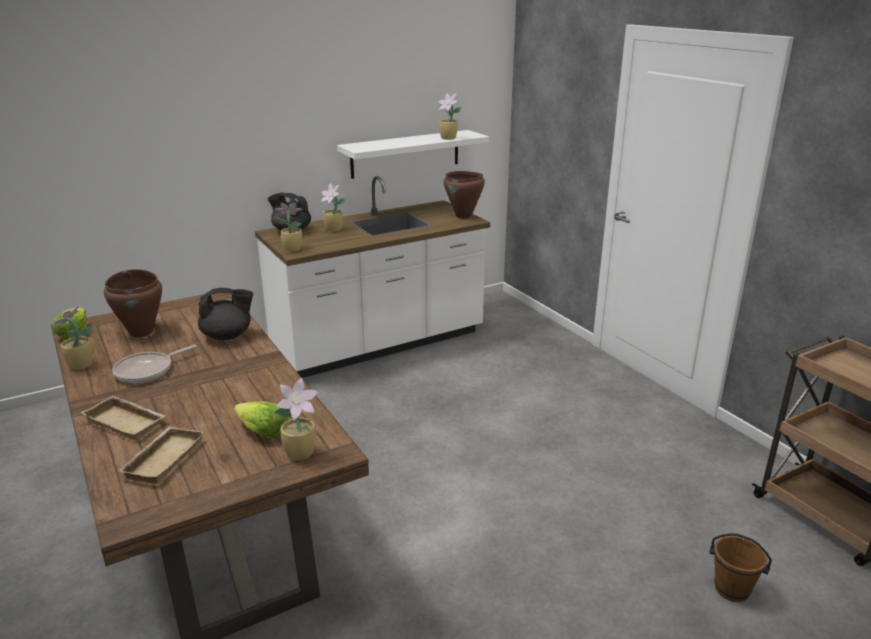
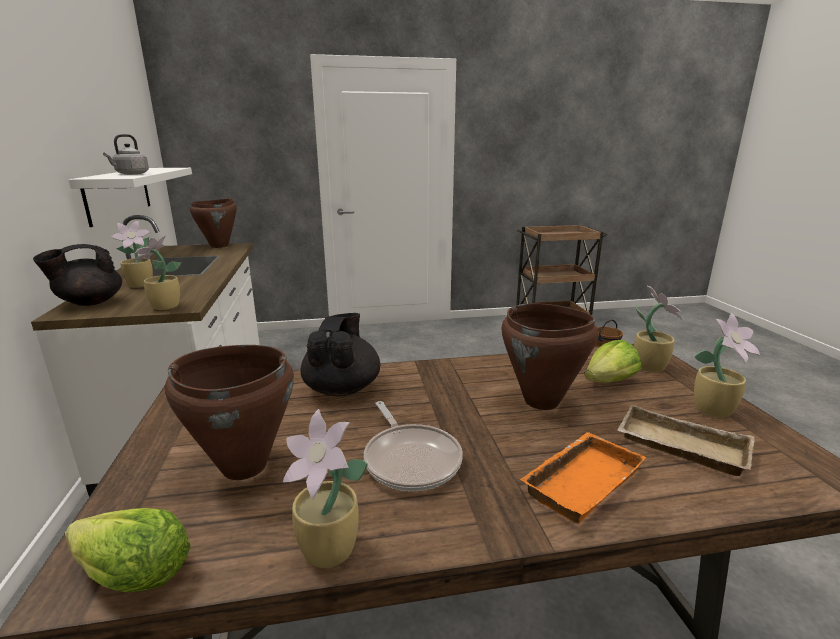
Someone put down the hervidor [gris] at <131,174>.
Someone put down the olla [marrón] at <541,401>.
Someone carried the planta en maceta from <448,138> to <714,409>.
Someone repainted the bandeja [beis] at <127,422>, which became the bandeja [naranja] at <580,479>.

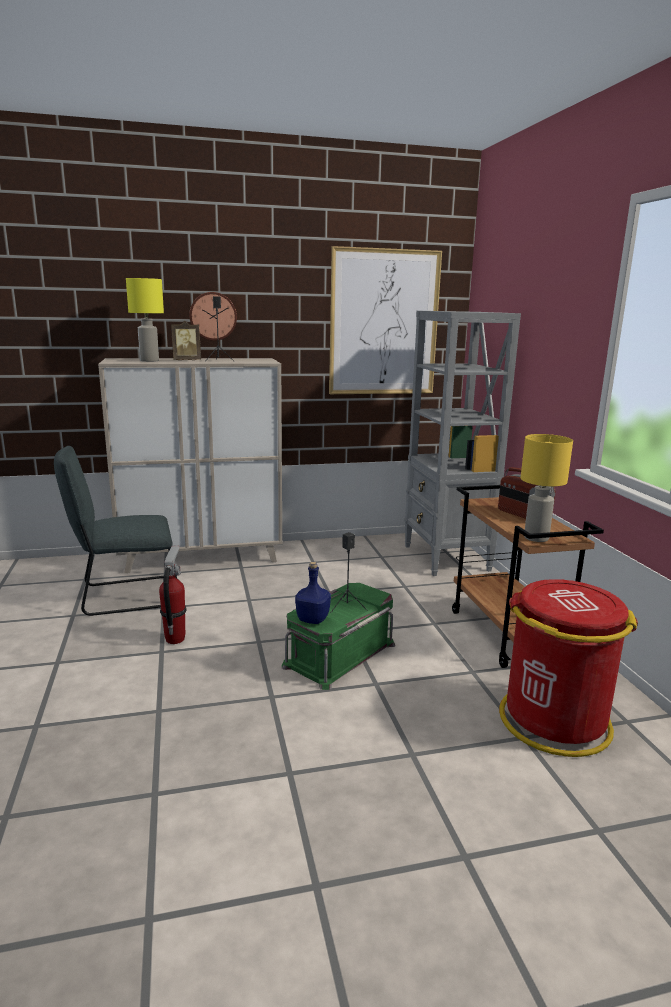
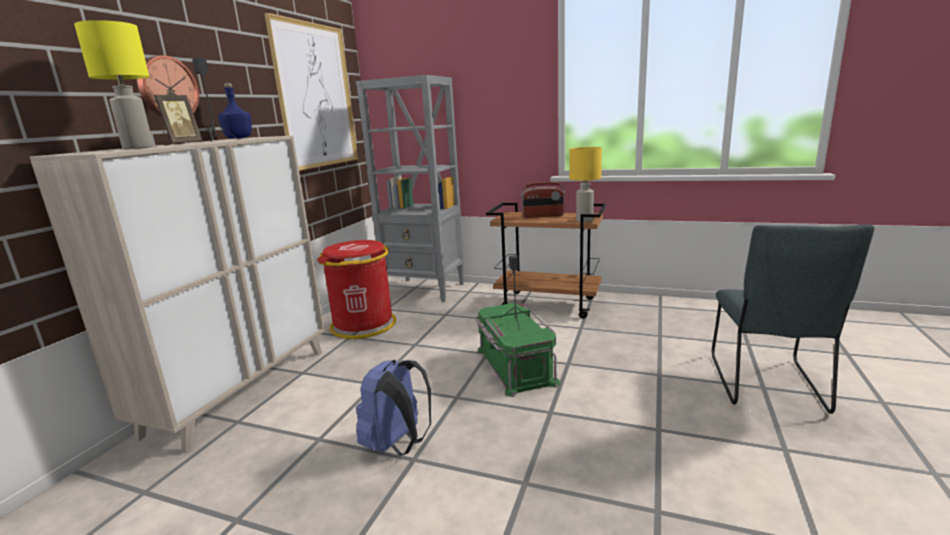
Someone carried the silla [gris] from <126,596> to <767,386>.
Someone carried the botella [azul] from <313,619> to <238,138>.
Someone carried the papelera [rojo] from <553,721> to <363,325>.
Someone swapped the extintor at <175,639> for the mochila [azul] at <398,444>.

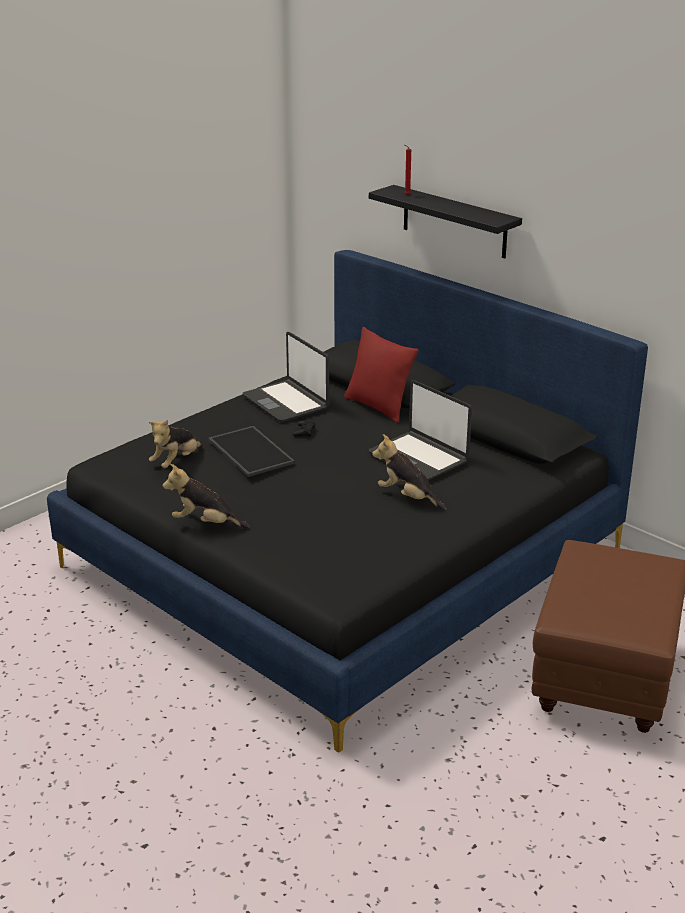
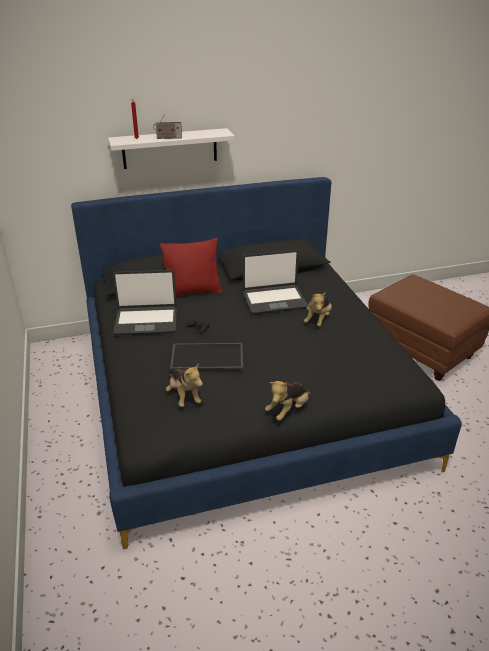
Someone put down the radio at <168,138>.
Someone repainted the estante [negro] at <454,222>, which became the estante [blanco] at <170,148>.
Someone rotated the peluche at <408,497> by 45 degrees counterclockwise.

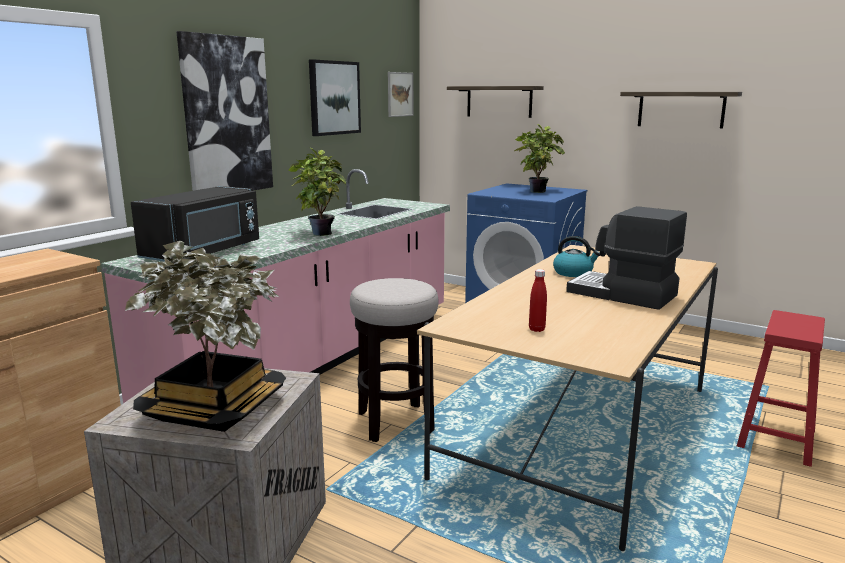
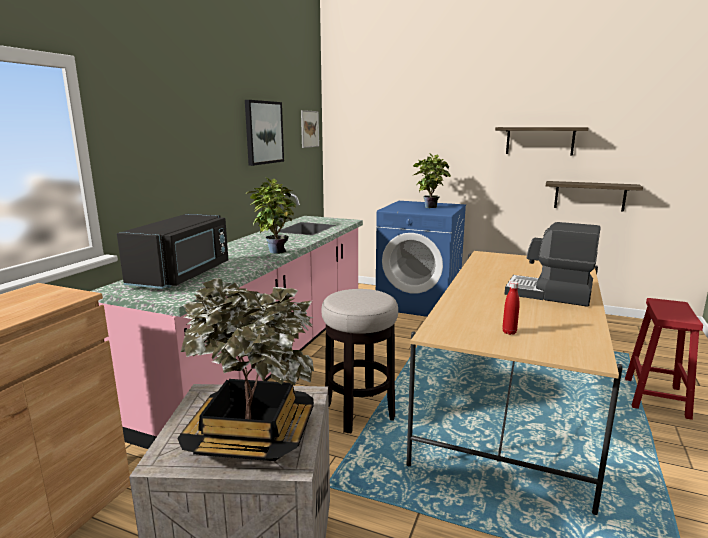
Someone took away the cuadro at <226,116>.
Someone took away the hervidor at <573,273>.
Someone carried the estante from <499,101> to <589,196>.

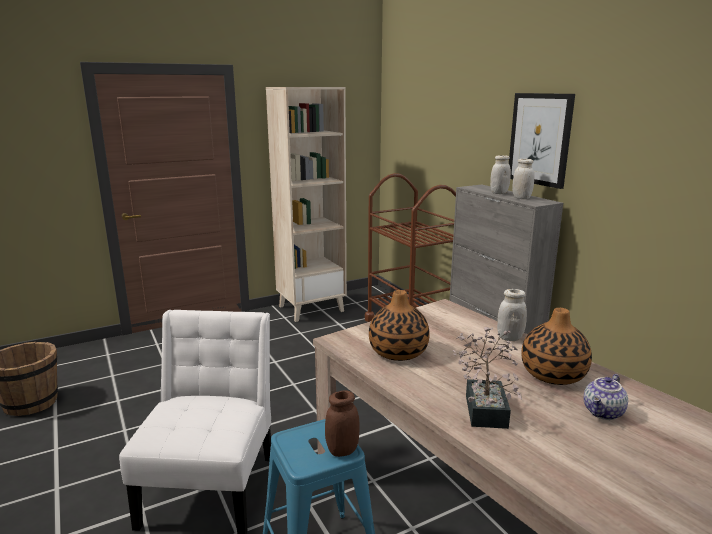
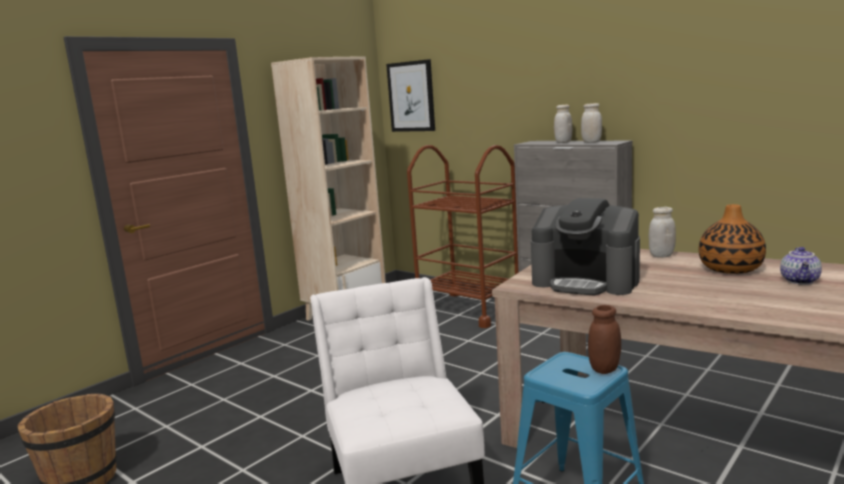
Someone took away the planta en maceta at <486,407>.
Someone carried the cuadro from <540,139> to <411,96>.
Someone swapped the florero at <398,352> for the cafetera at <586,281>.

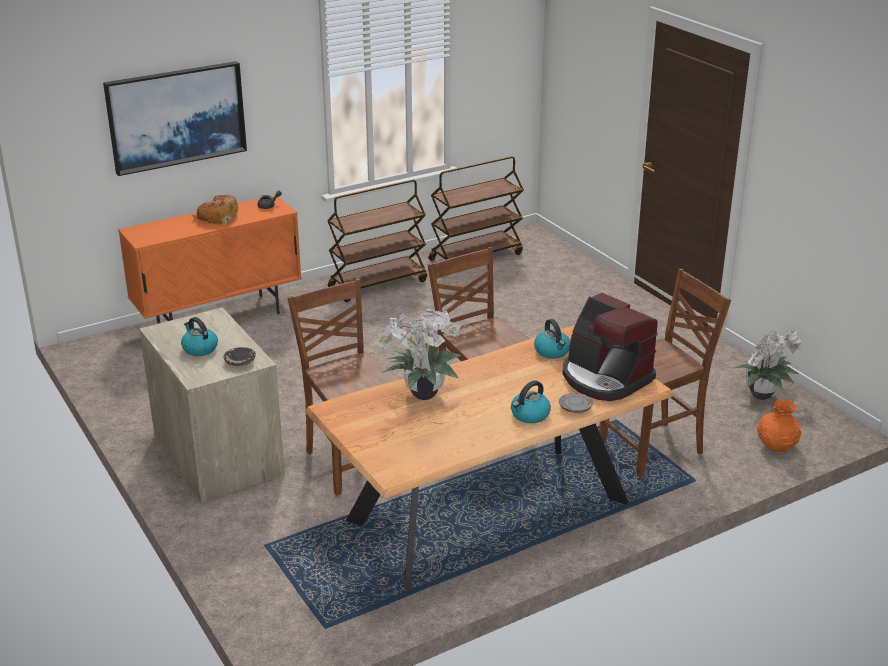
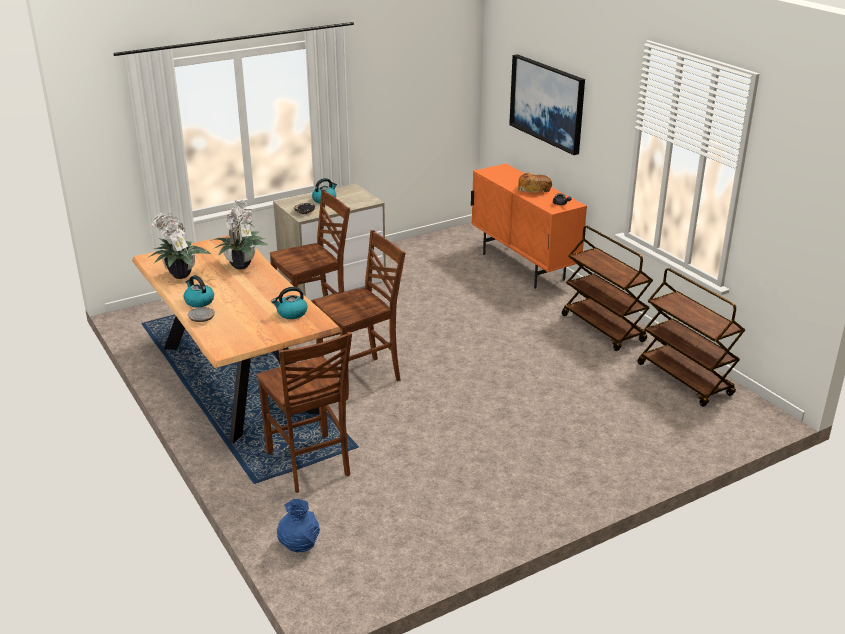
Someone took away the cafetera at <605,378>.
Someone carried the planta en maceta from <763,395> to <181,276>.
Someone repainted the florero [naranja] at <776,446>, which became the florero [azul] at <299,544>.

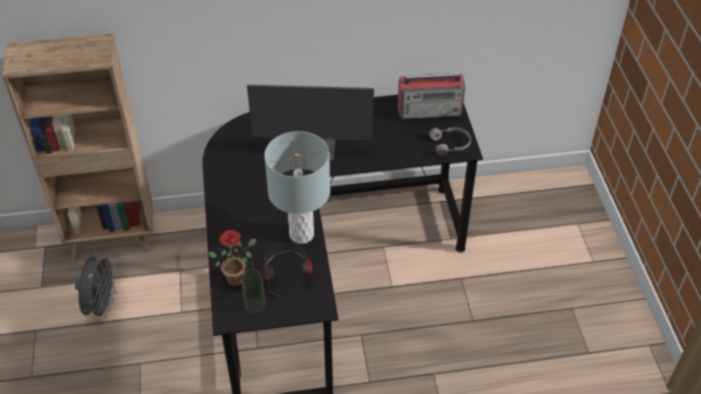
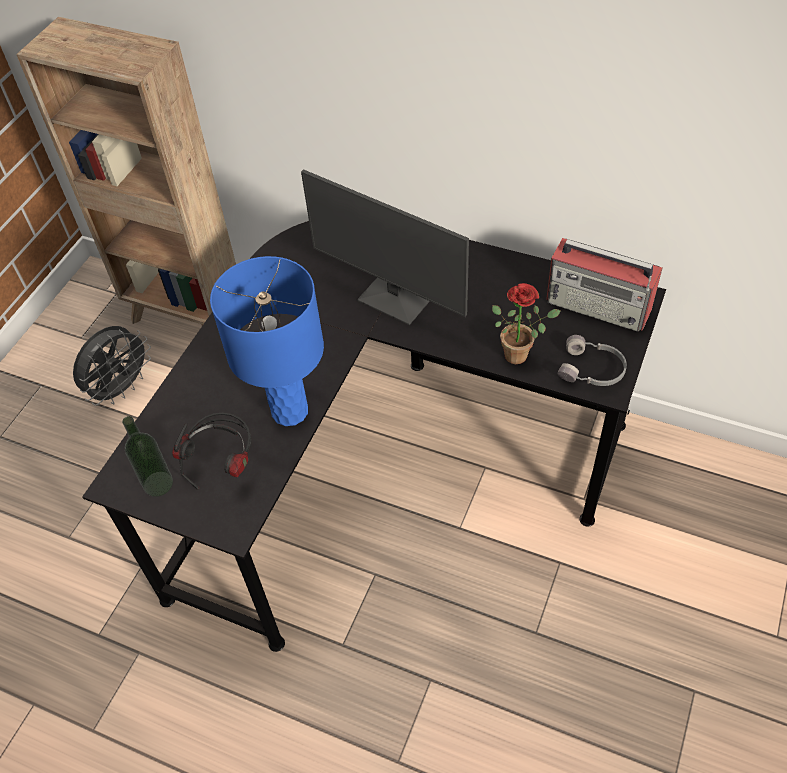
Someone carried the planta en maceta from <237,277> to <520,353>.
Someone repainted the lámpara de mesa [gris] at <301,234>, which became the lámpara de mesa [azul] at <289,411>.

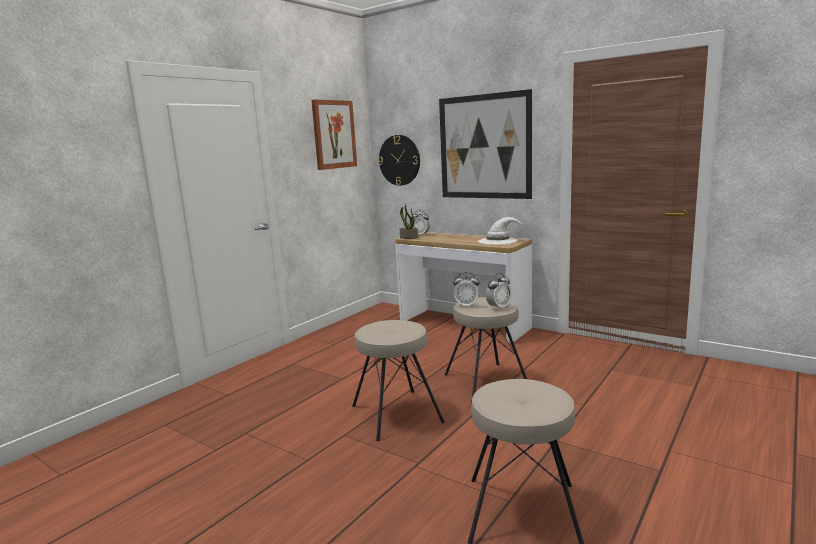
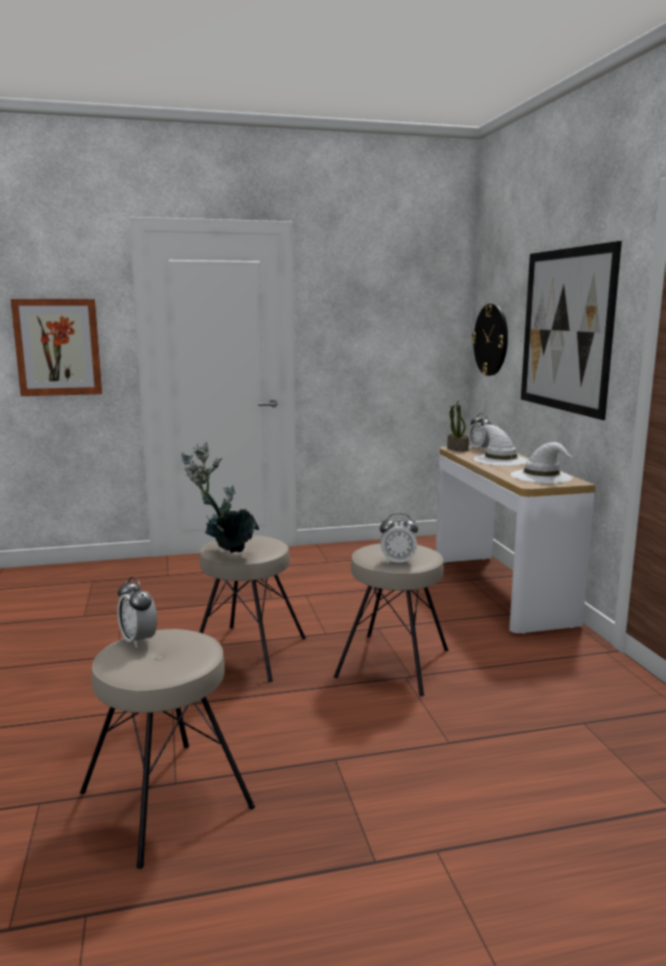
Someone put down the planta en maceta at <224,554>.
Someone put down the sombrero [blanco] at <499,460>.
Someone carried the cuadro from <334,134> to <58,347>.
Someone carried the despertador from <467,305> to <138,640>.

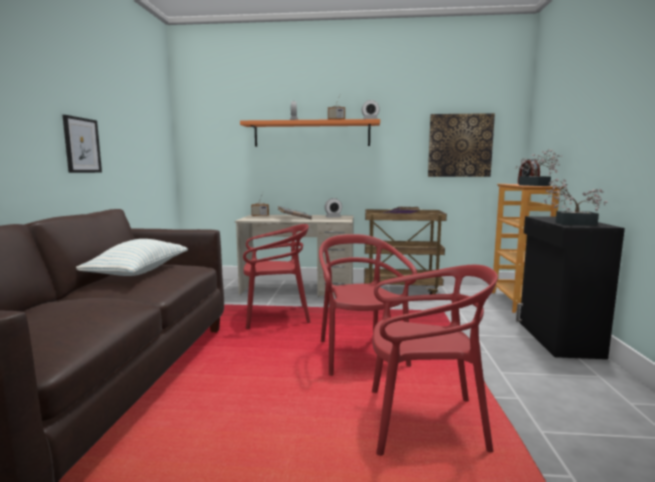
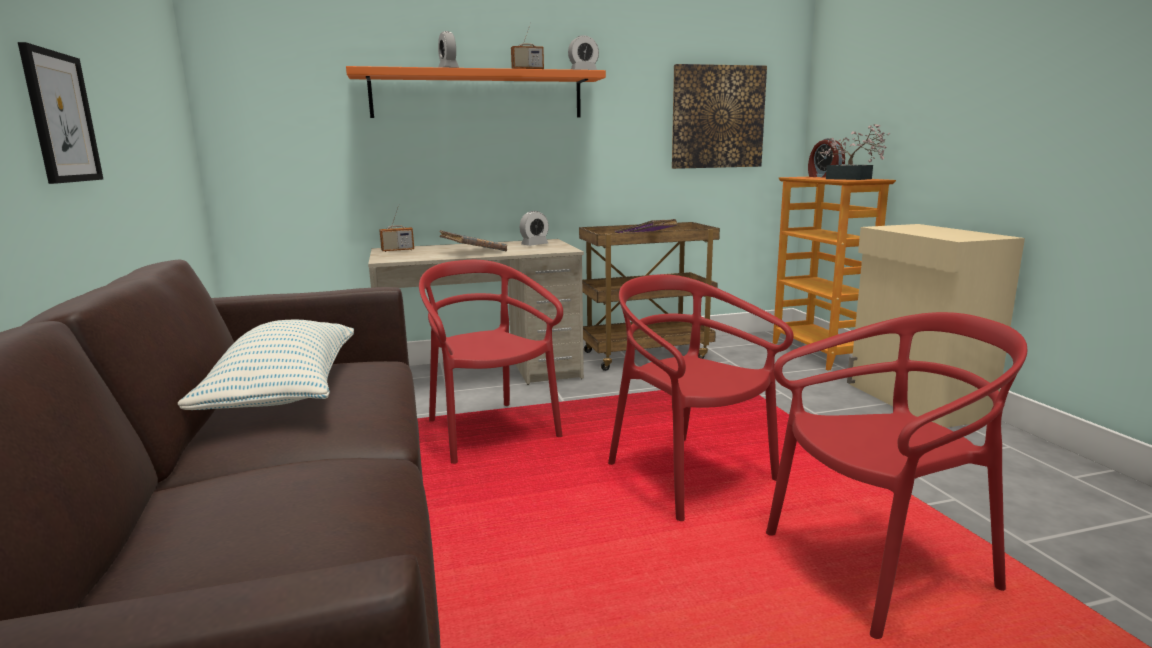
Someone took away the planta en maceta at <570,223>.
Someone repainted the armario [negro] at <557,339>, which became the armario [beis] at <915,401>.
Someone rotated the silla [rojo] at <276,316> by 90 degrees counterclockwise.

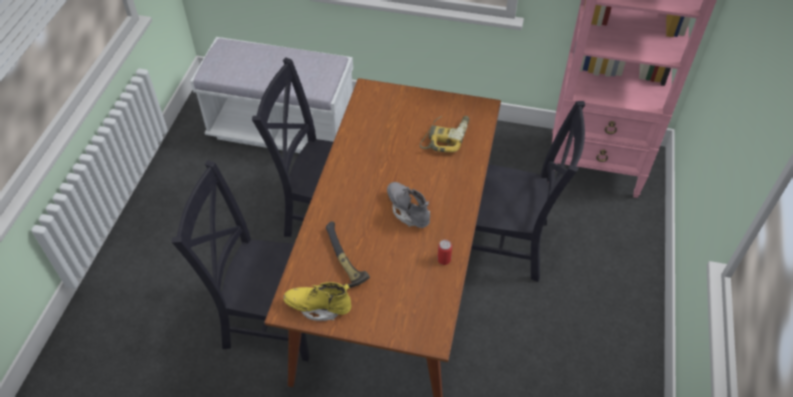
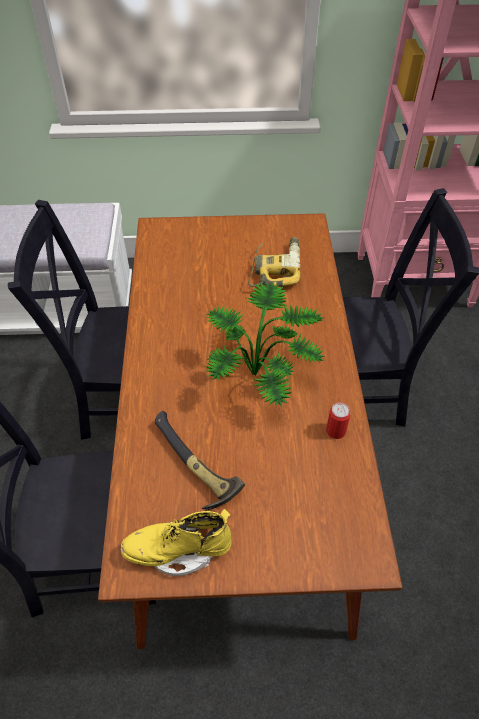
Someone swapped the bota [gris] at <408,211> for the planta en maceta at <262,373>.

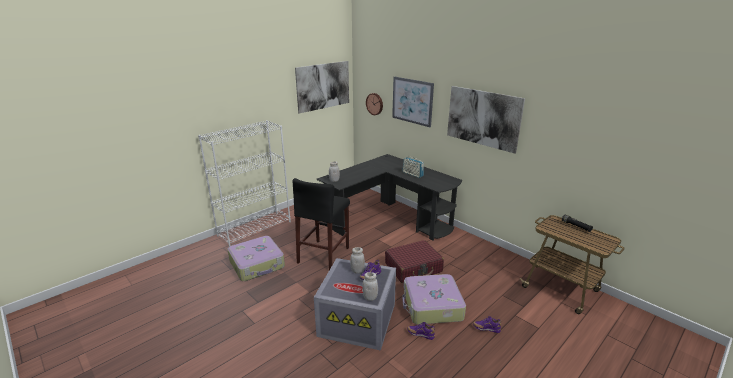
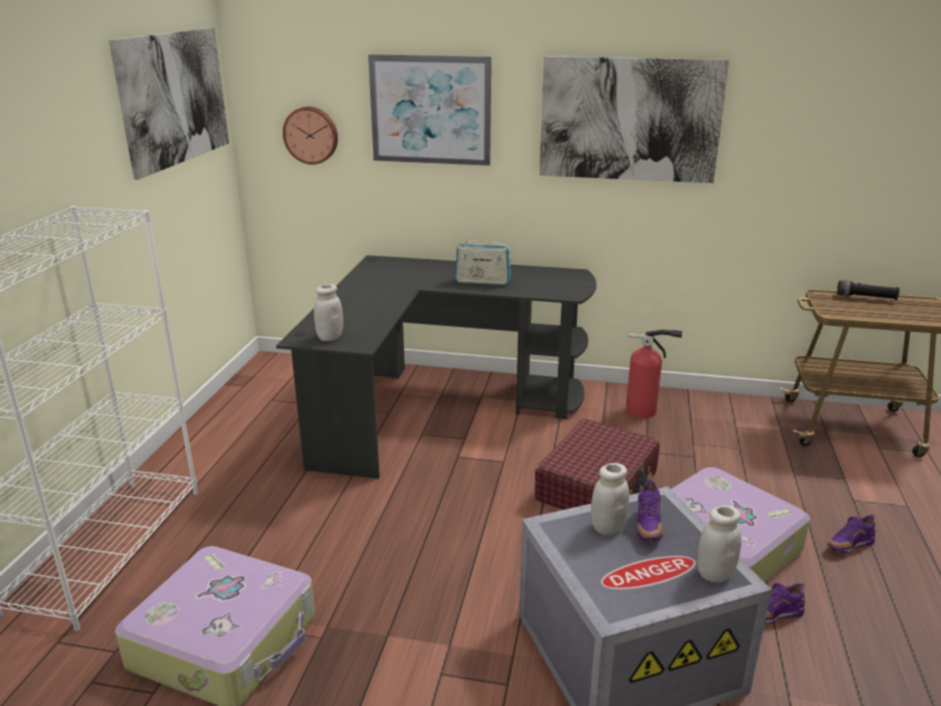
Someone took away the taburete [negro] at <323,255>.
Someone put down the extintor at <644,411>.

